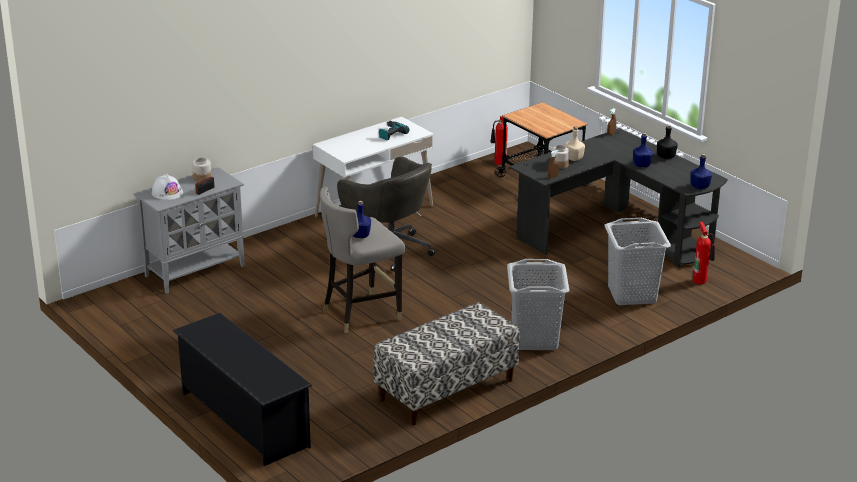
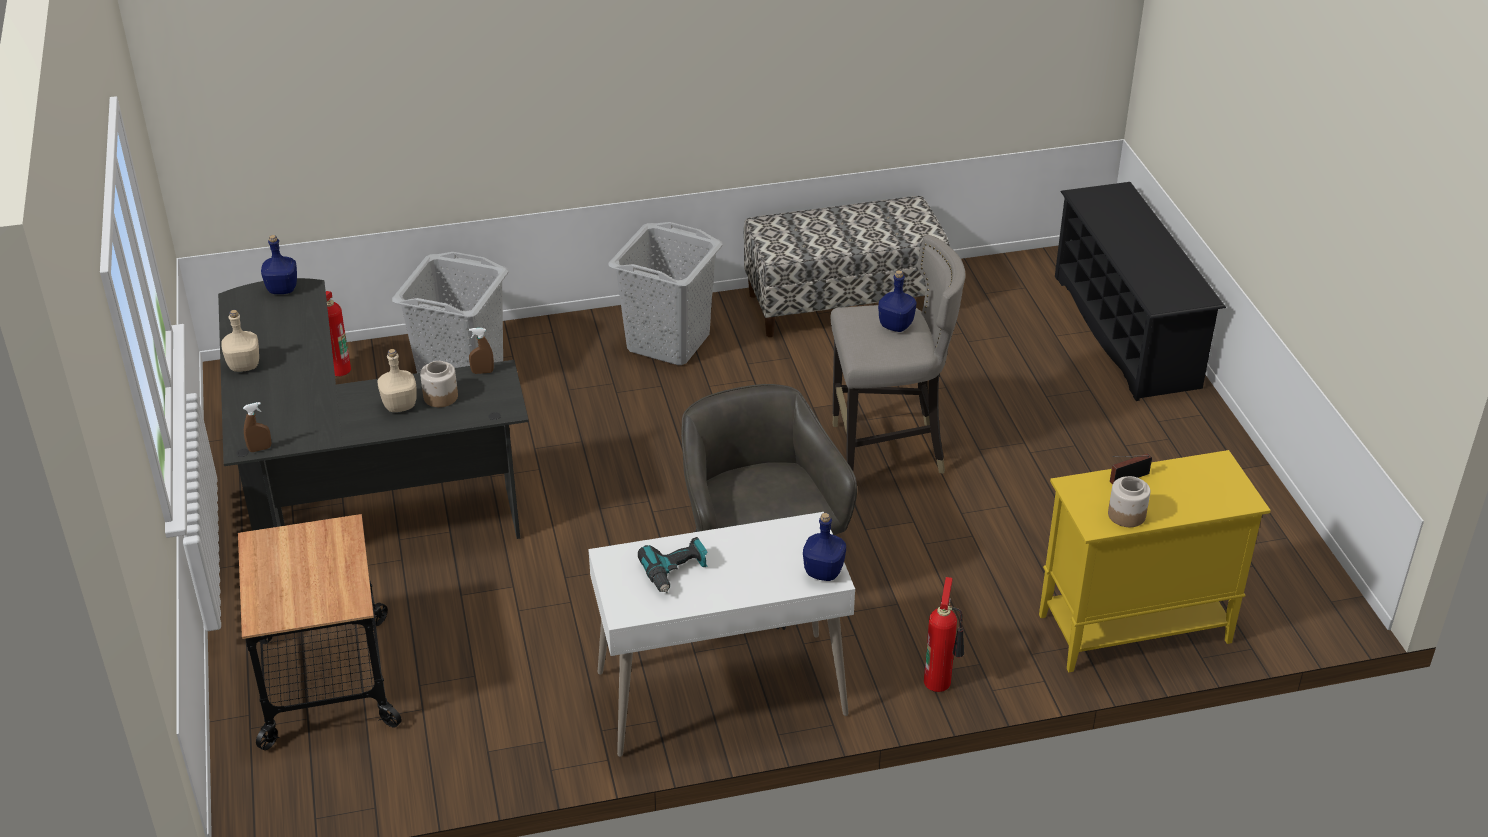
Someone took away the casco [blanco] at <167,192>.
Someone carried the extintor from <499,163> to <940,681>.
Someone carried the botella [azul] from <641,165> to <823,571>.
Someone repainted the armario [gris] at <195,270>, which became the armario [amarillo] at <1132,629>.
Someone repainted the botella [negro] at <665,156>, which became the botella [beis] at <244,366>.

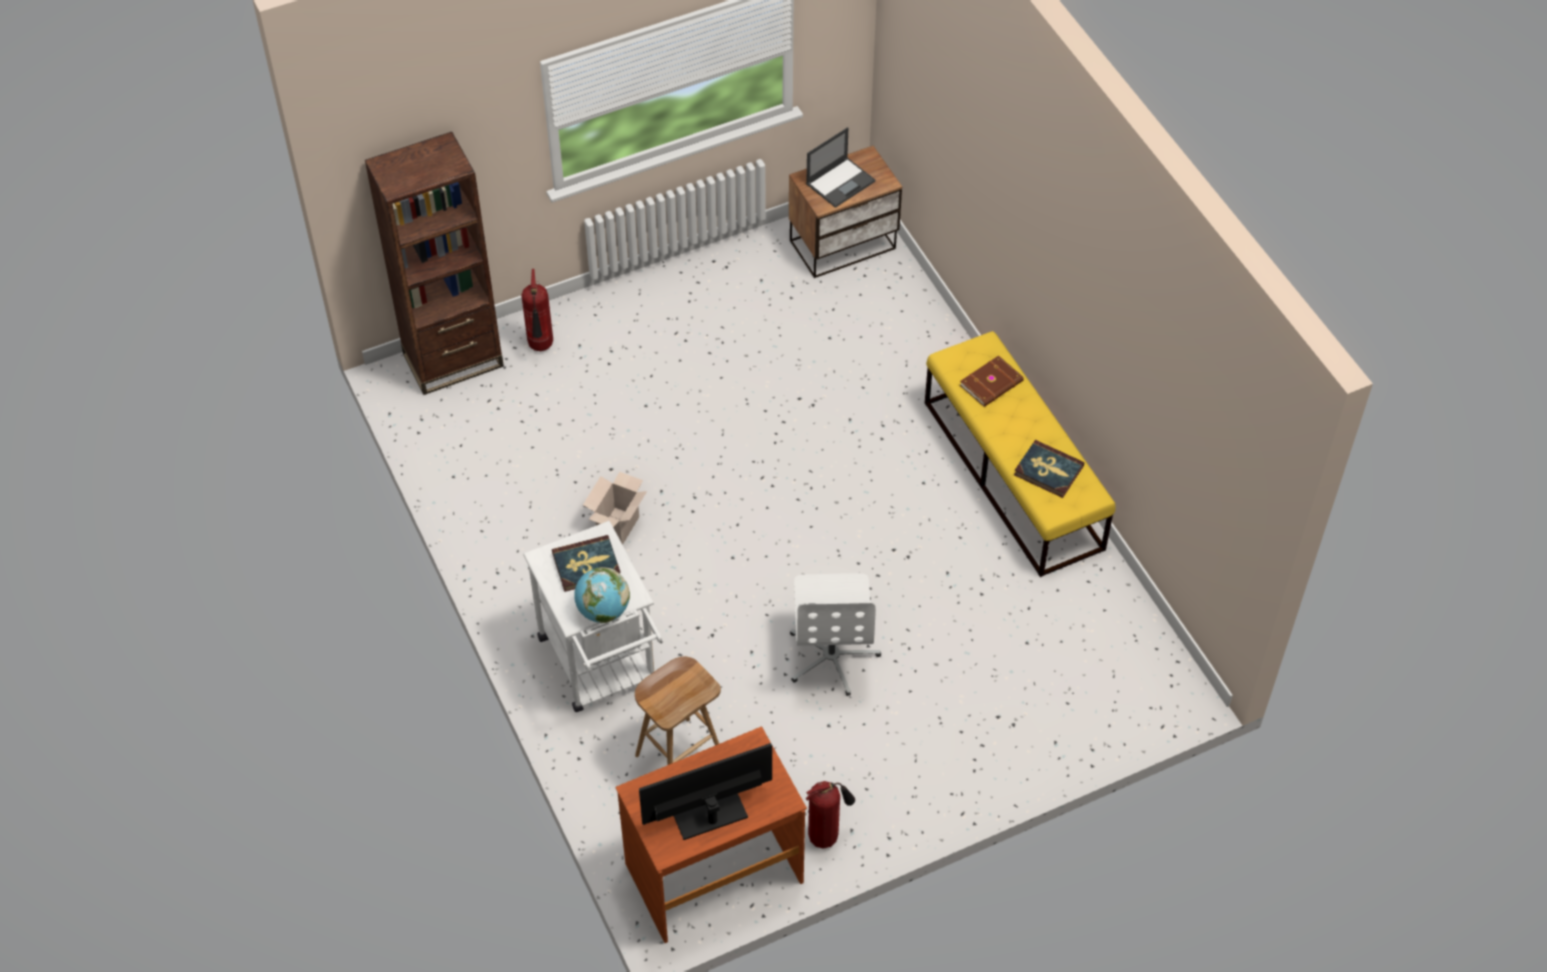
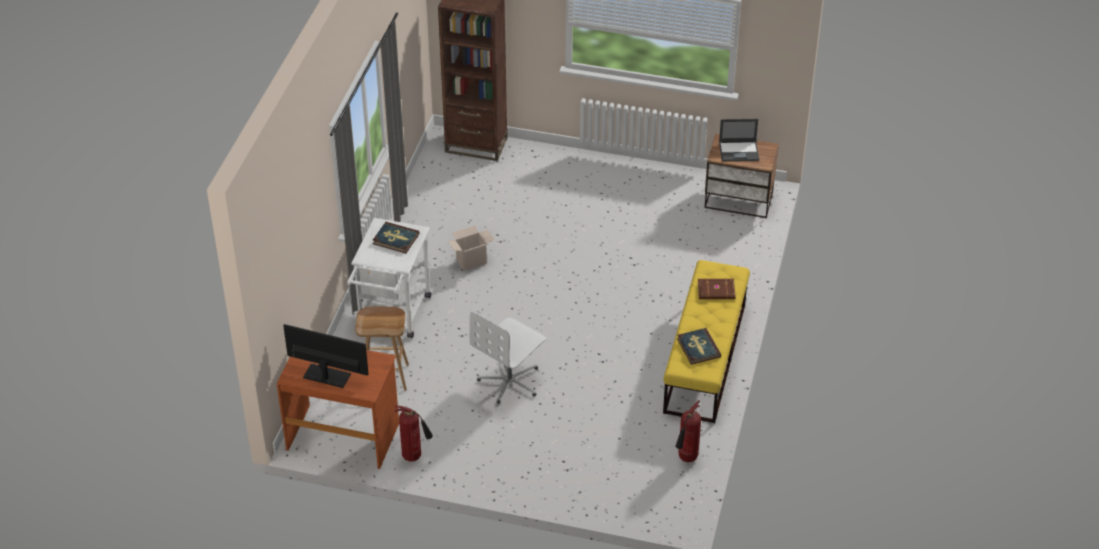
Someone took away the globo terráqueo at <603,610>.
Someone carried the extintor from <541,347> to <686,459>.

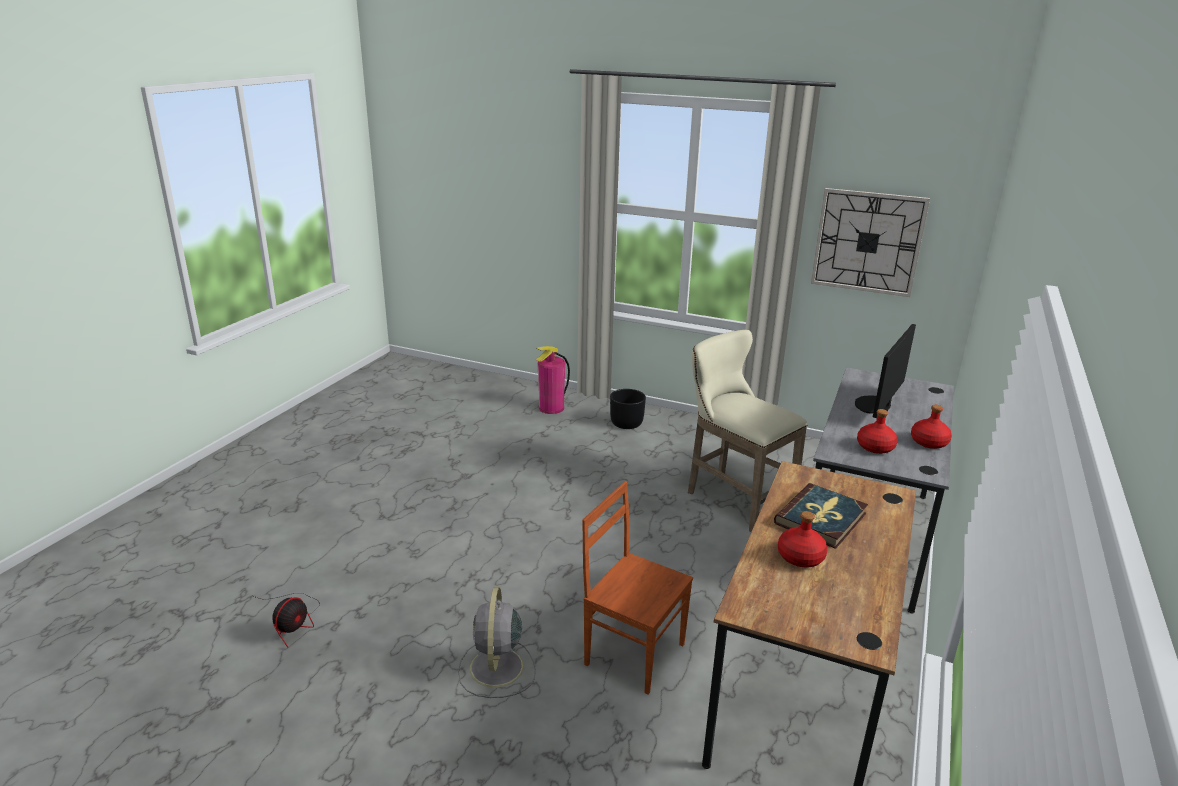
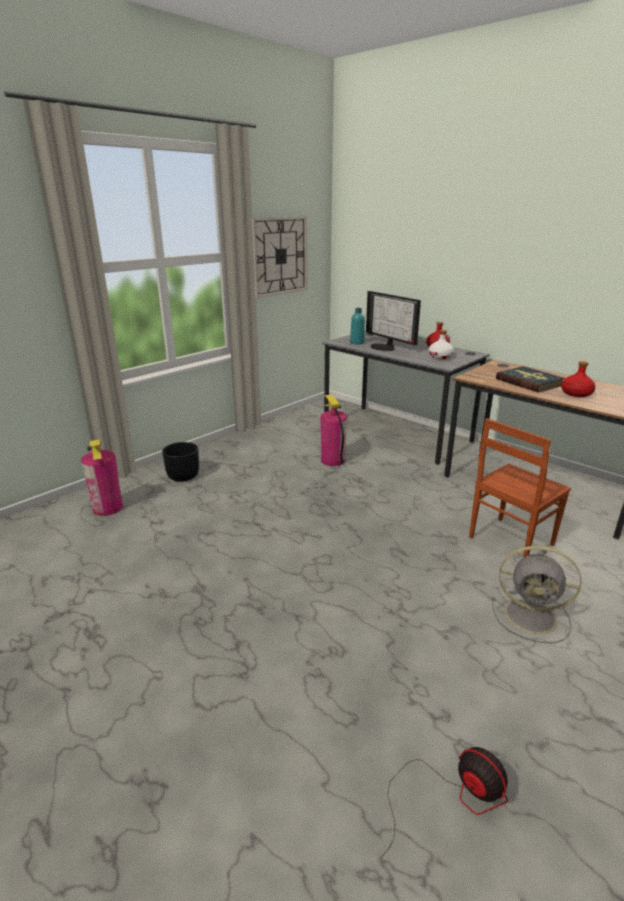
Someone put down the botella [turquesa] at <357,342>.
Someone swapped the taburete [beis] at <734,499> for the extintor at <332,460>.
Someone repainted the botella [rojo] at <875,447>, which became the botella [blanco] at <440,357>.

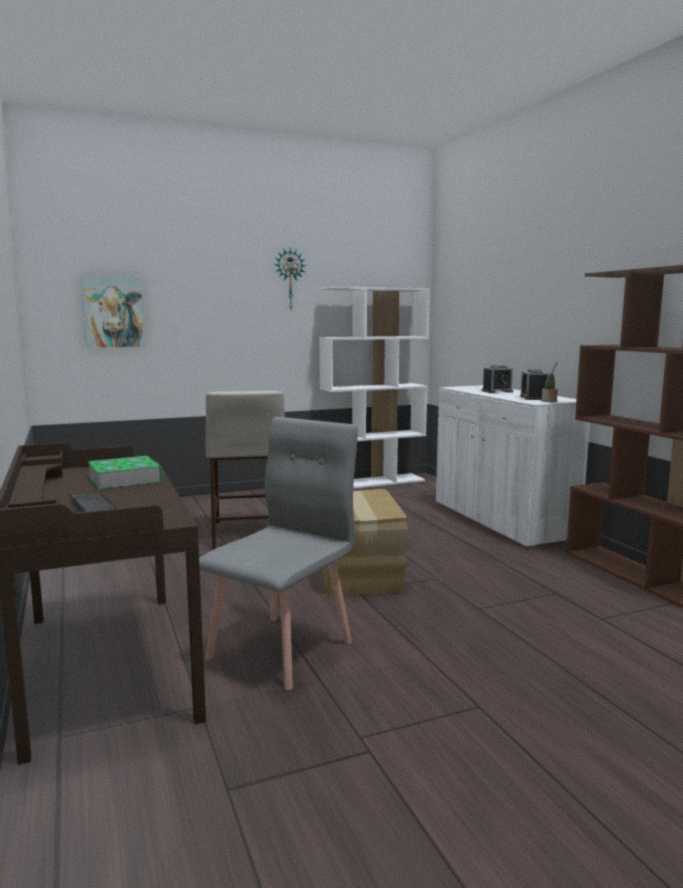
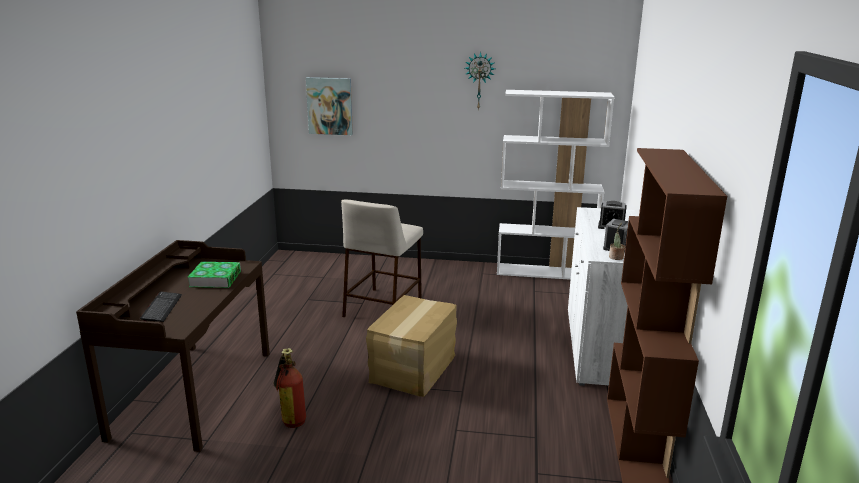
Someone swapped the silla [gris] at <282,649> for the extintor at <290,417>.

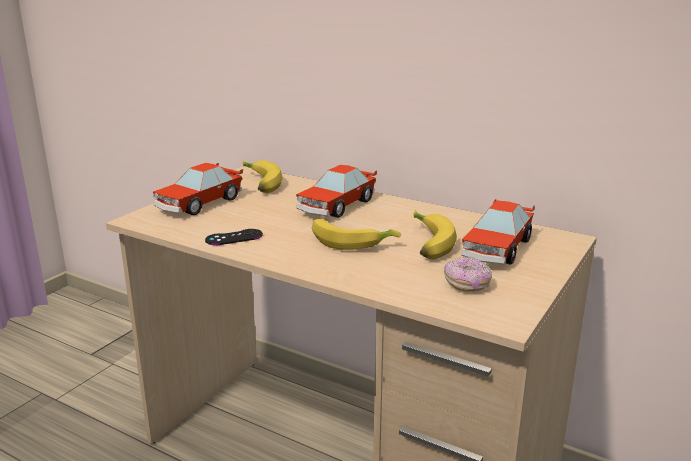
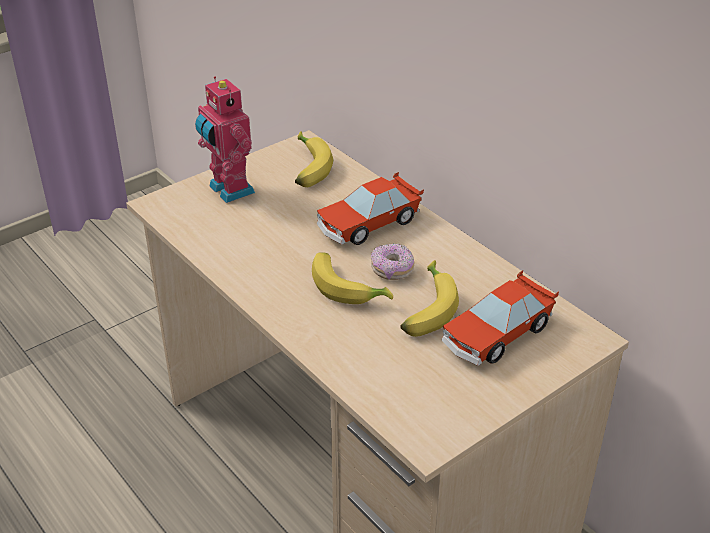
Someone took away the mando de consola [negro] at <234,237>.
Someone carried the rosquilla from <467,284> to <392,270>.
Someone swapped the coche de juguete at <199,203> for the robot de juguete at <229,190>.

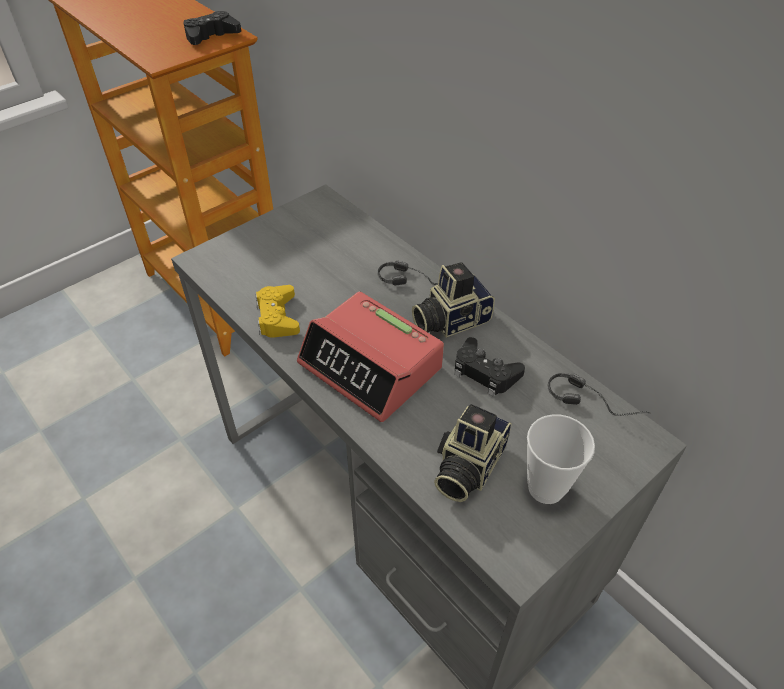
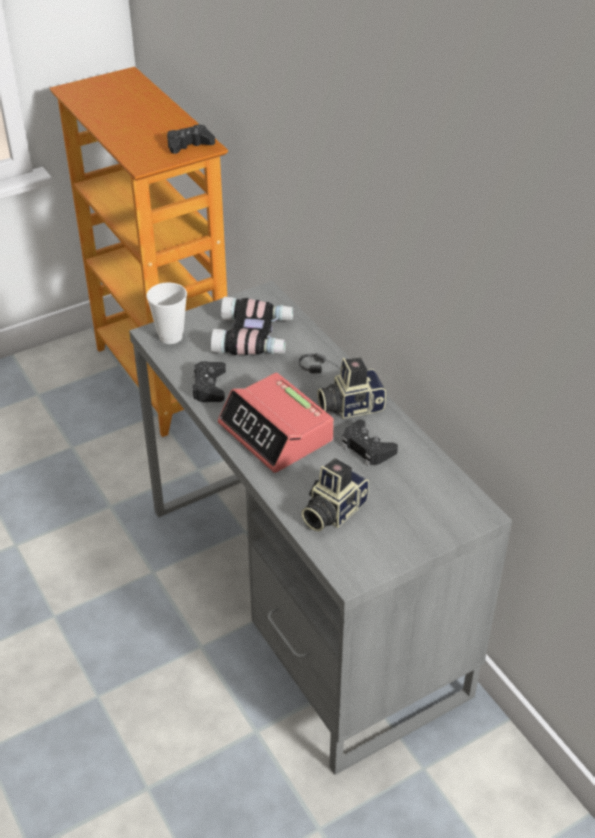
Someone took away the auriculares at <595,401>.
Someone put down the prismáticos at <255,336>.
Someone carried the taza from <546,488> to <170,337>.
Someone repainted the mando de consola [amarillo] at <277,317>, which became the mando de consola [negro] at <209,387>.

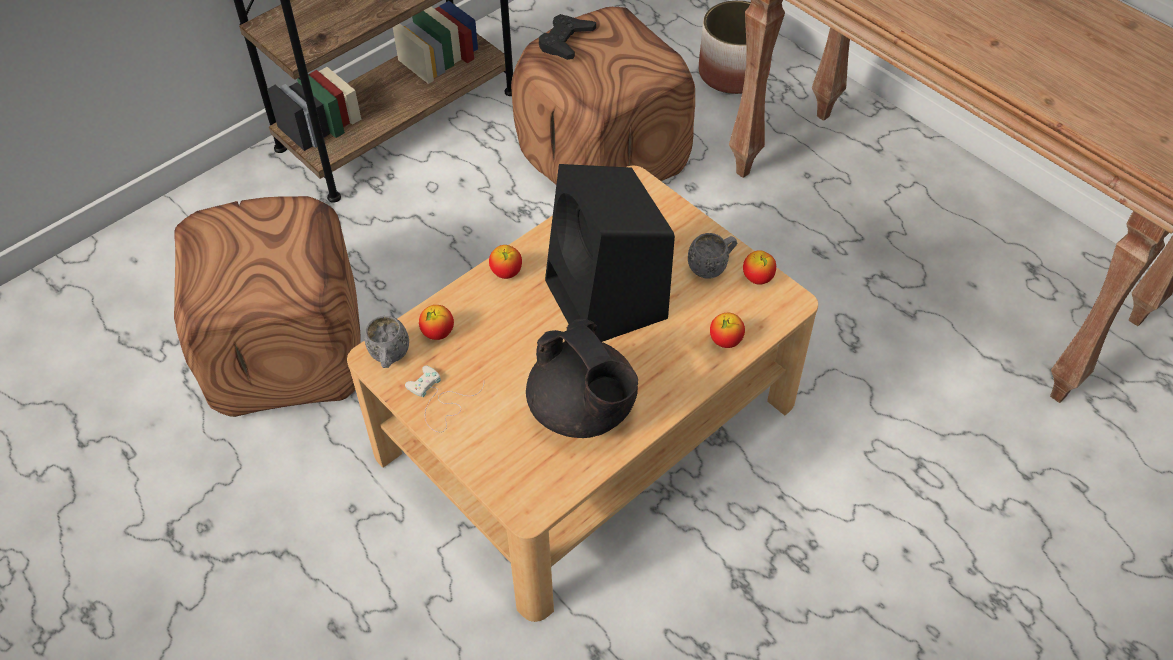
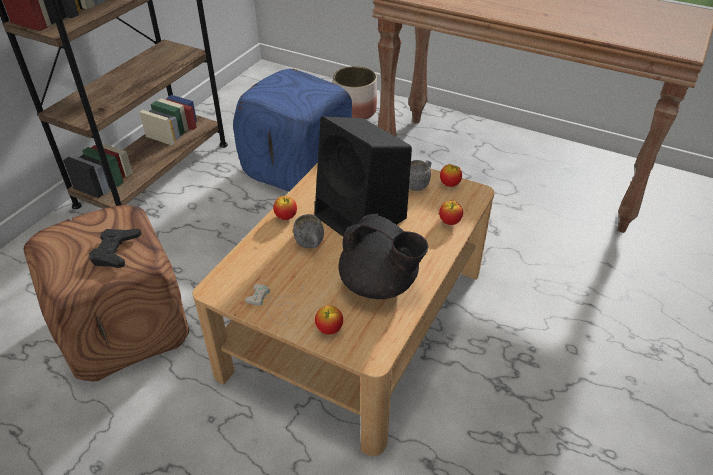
Someone carried the taza grande [gris] from <390,358> to <311,246>.
Someone carried the manzana from <438,333> to <329,329>.
Someone carried the mando de consola [negro] from <565,41> to <115,251>.
Someone repainted the puf [marrón] at <603,162>, which became the puf [azul] at <298,169>.

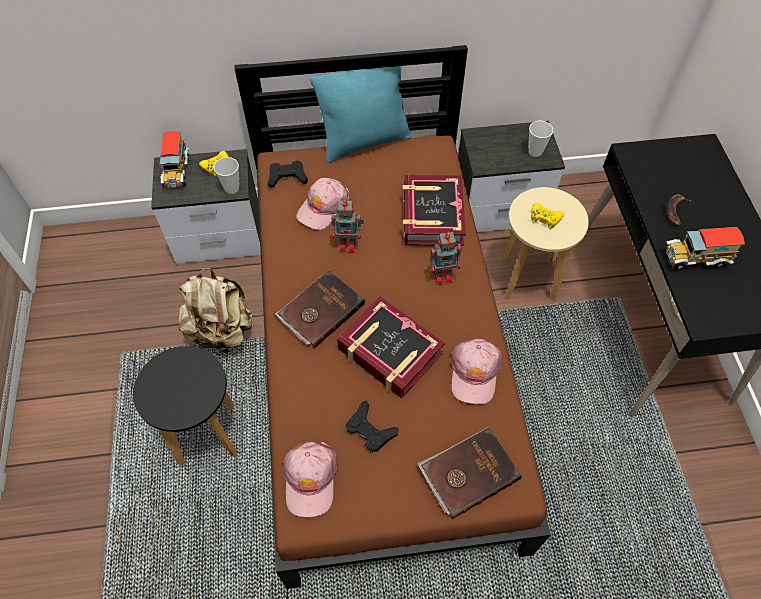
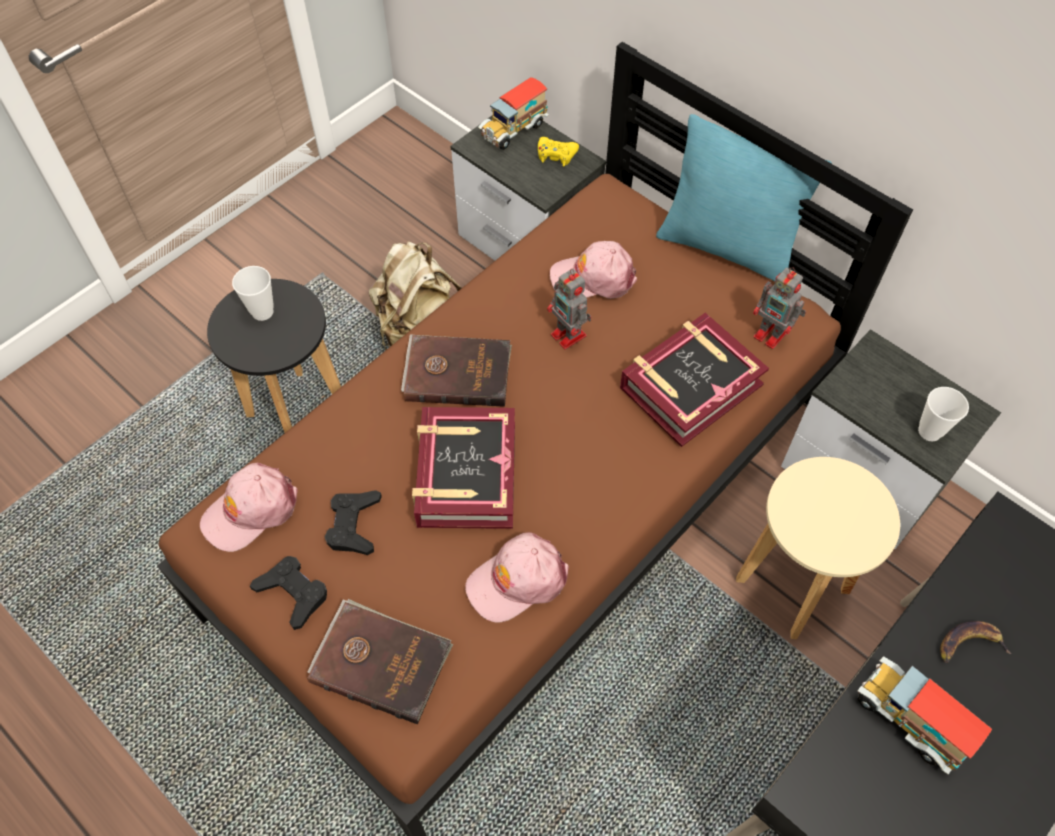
Someone took away the mando de consola [amarillo] at <544,218>.
Someone carried the taza from <232,188> to <262,312>.
Someone carried the mando de consola [negro] from <287,177> to <293,593>.
Someone carried the robot de juguete from <443,275> to <772,335>.

